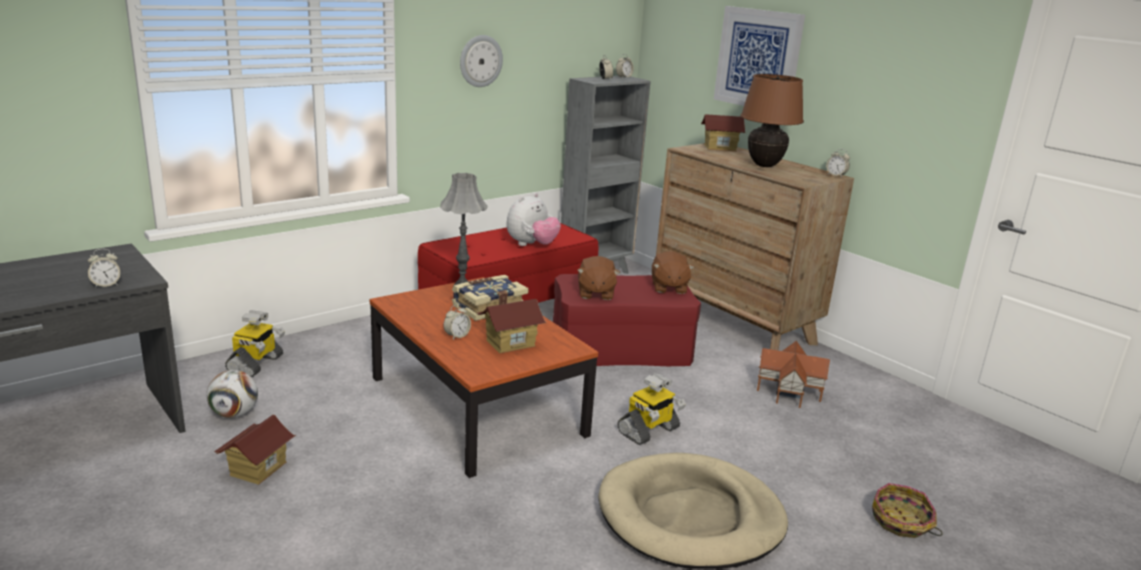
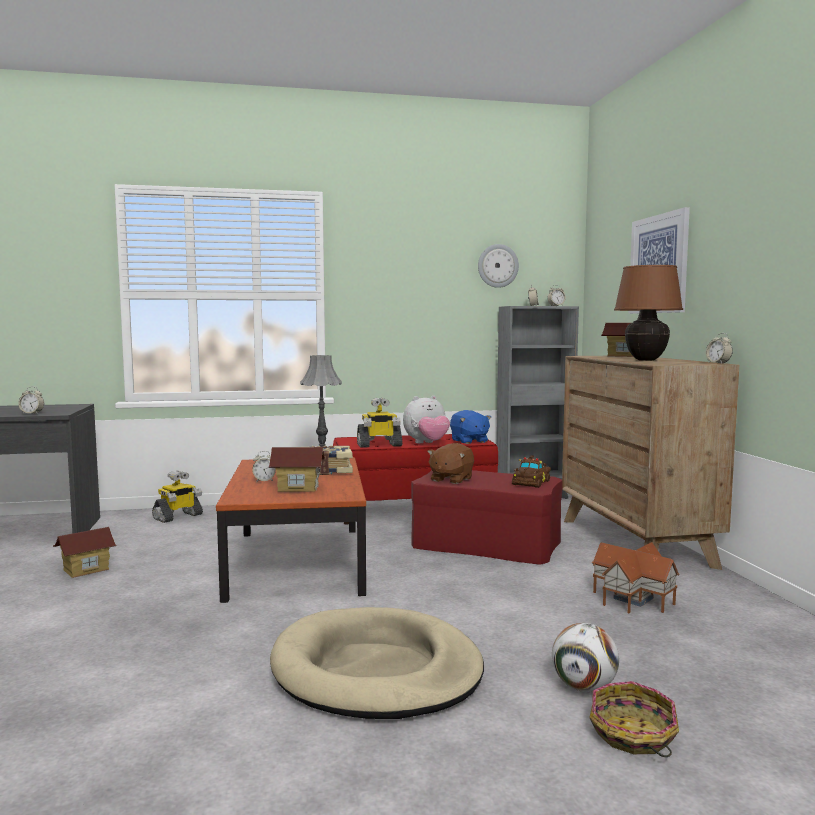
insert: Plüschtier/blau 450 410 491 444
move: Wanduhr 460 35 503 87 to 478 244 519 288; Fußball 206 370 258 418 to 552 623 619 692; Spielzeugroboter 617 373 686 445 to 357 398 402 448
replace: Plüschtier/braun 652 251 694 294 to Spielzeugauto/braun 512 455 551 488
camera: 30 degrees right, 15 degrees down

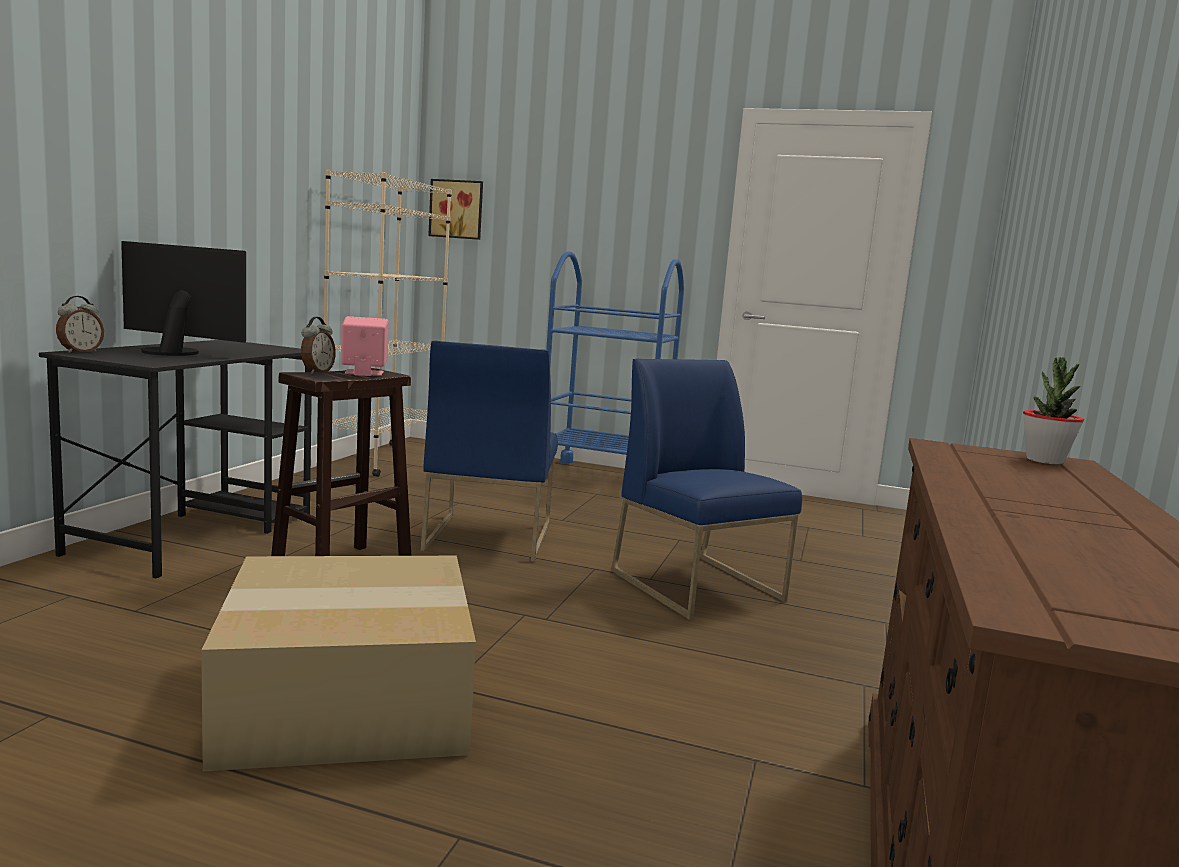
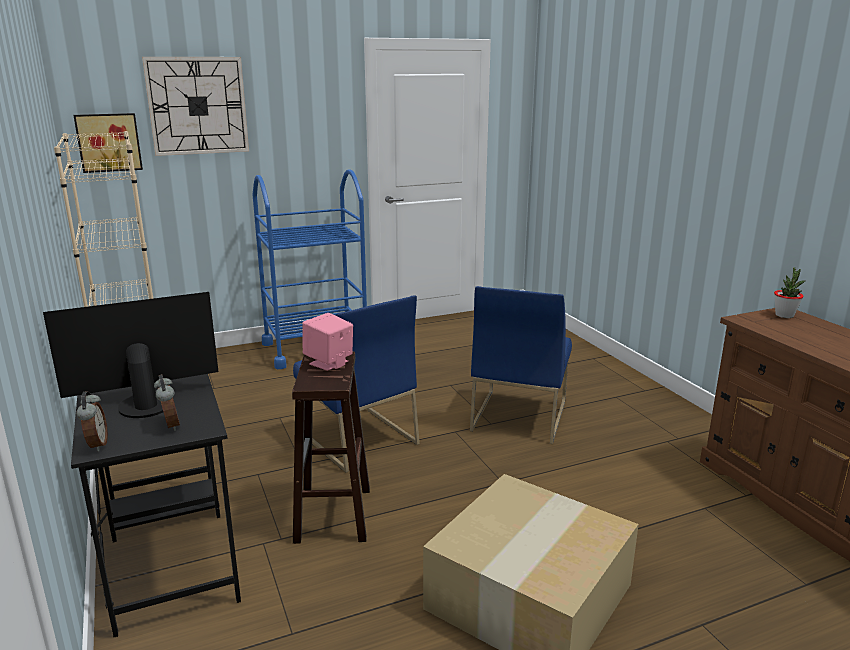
insert: Wanduhr 142 57 249 156
move: Wecker 301 317 336 374 to 154 374 180 431
rotate: Stuhl/blau 611 359 802 620 = 470 286 572 444 90 degrees counterclockwise
camera: 40 degrees left, 10 degrees up

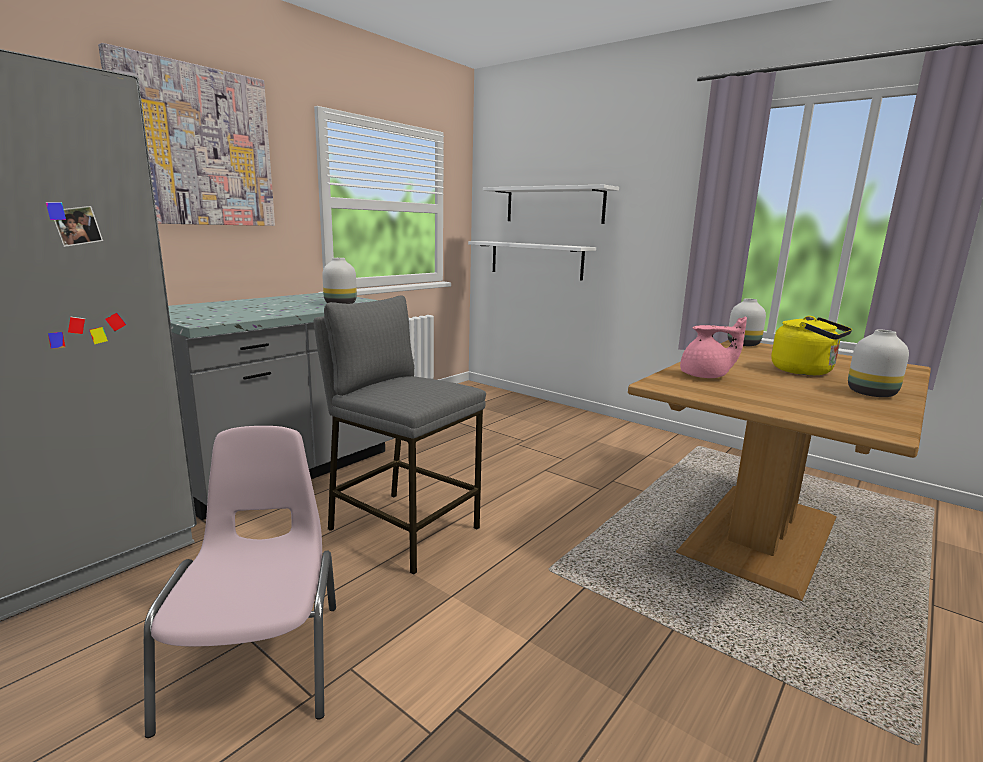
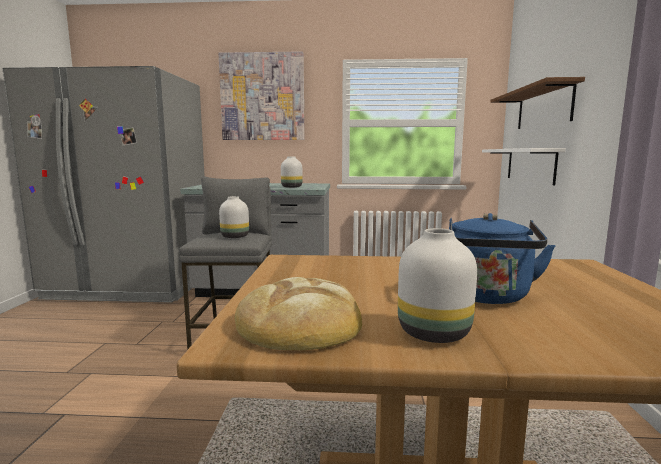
delete: Teekanne/rosa 680 317 747 378; Stuhl/rosa 144 426 336 738
insert: Brot 235 277 362 350
move: Vase/weiß 728 298 766 346 to 219 196 249 238
recolor: Wandregal/weiß 483 185 619 224 to Wandregal/braun 490 77 585 129; Wasserkessel/gelb 771 316 852 375 to Wasserkessel/blau 449 213 555 304
camera: 55 degrees right, 5 degrees down

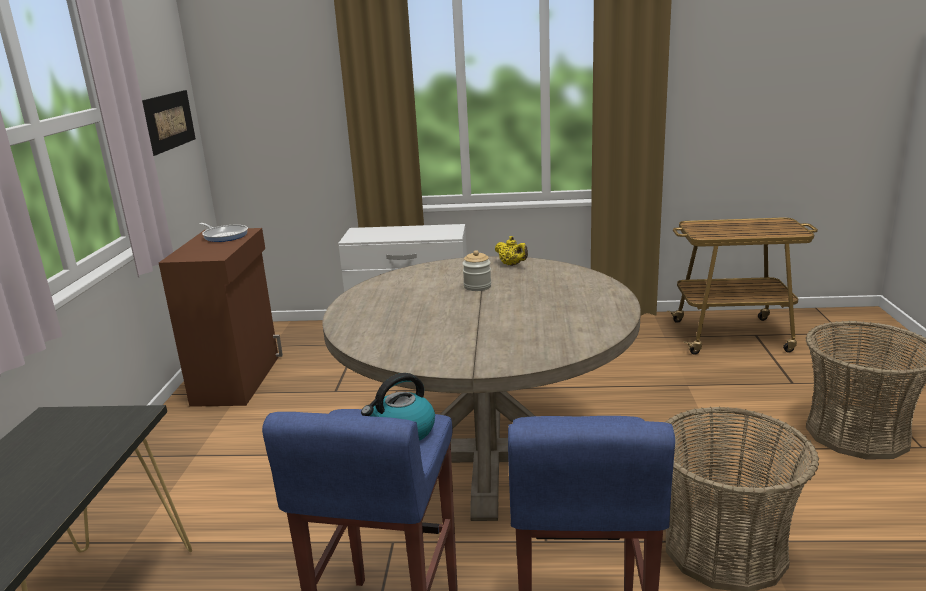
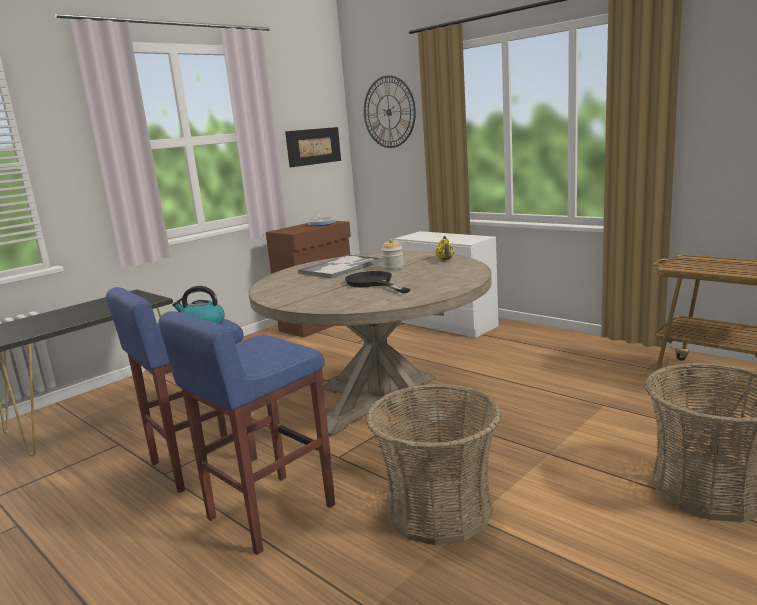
insert: Wanduhr 364 75 416 148; Tablett 298 254 382 279; Pfanne/schwarz 345 271 410 294
camera: 40 degrees right, 5 degrees down

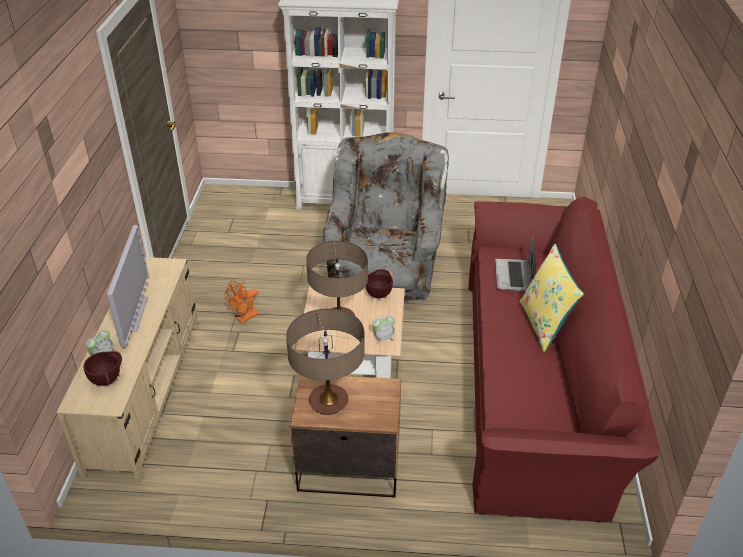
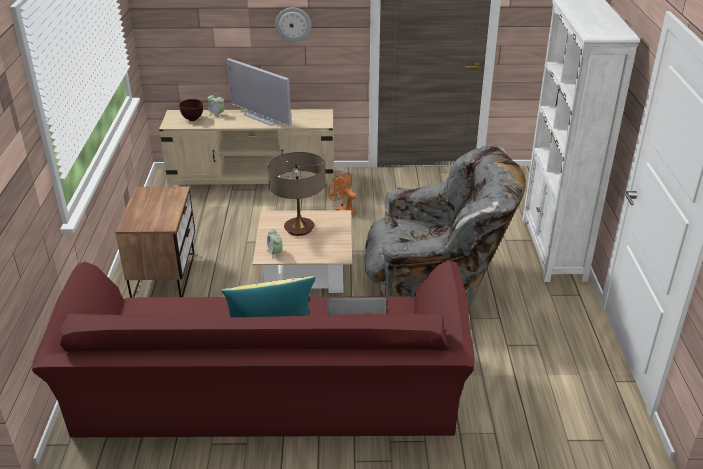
delete: Schüssel/braun 366 269 393 299; Tischlampe 286 308 365 415
insert: Wanduhr 275 7 311 42
rotate: Fernseher 106 225 149 347 = 227 58 291 126 45 degrees clockwise
camera: 85 degrees right, 5 degrees down

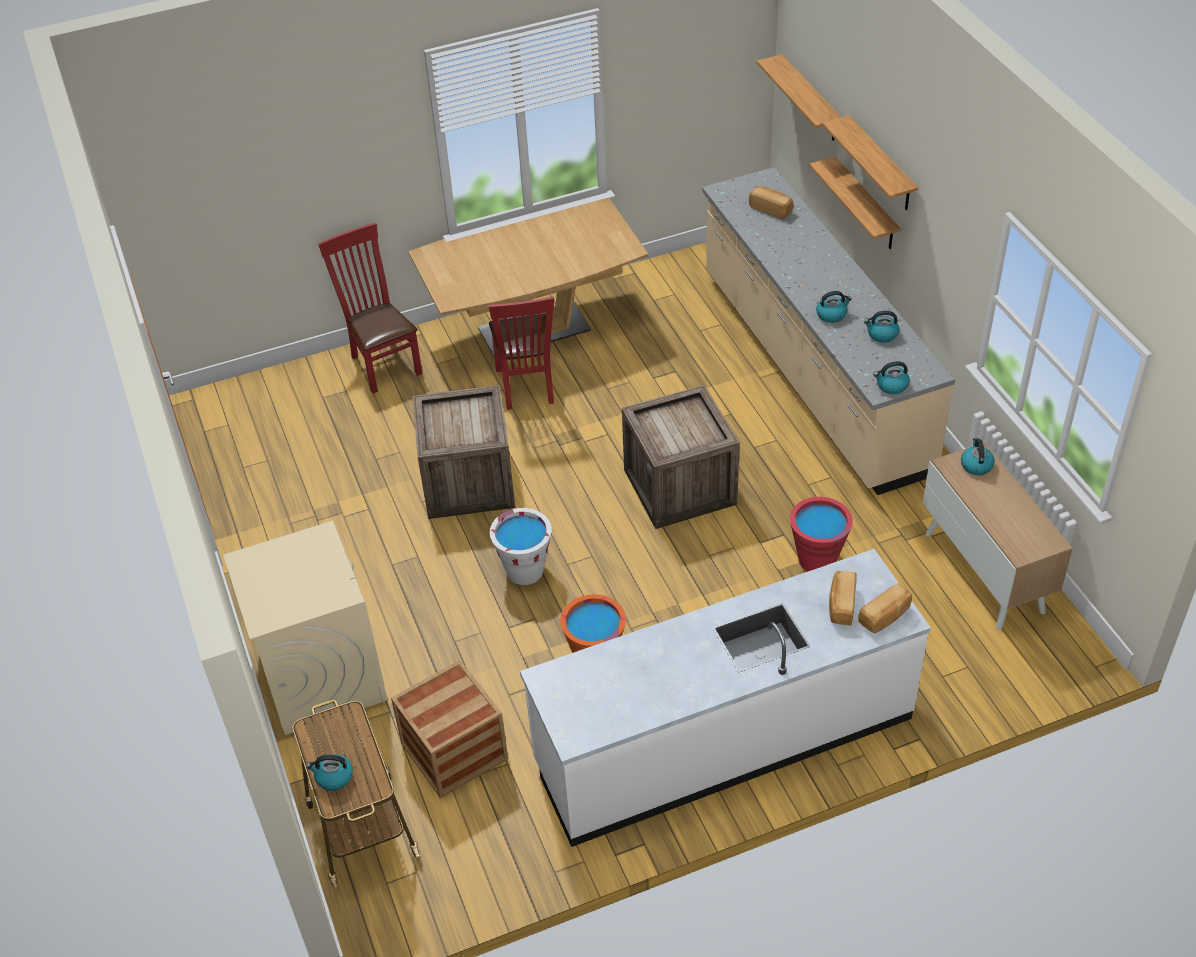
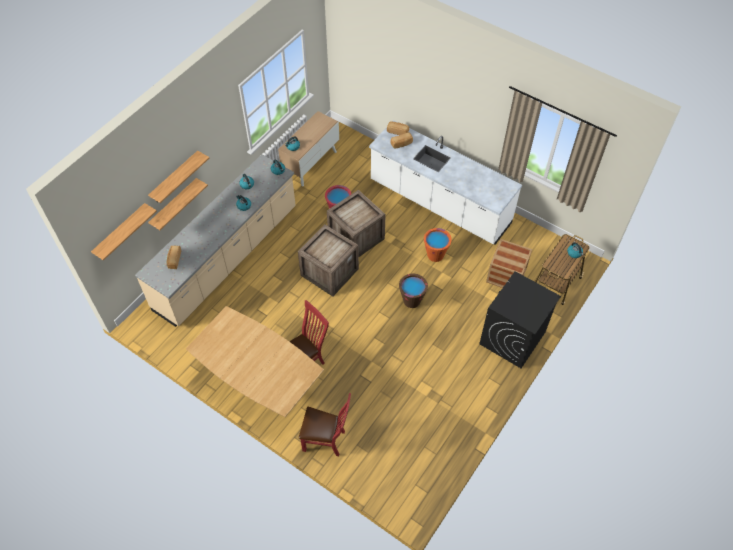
move: Kiste 412 385 515 519 to 327 190 386 257
recolor: Eimer/weiß 490 508 552 585 to Eimer/braun 399 274 428 308; Waschmaschine/beige 223 521 388 735 to Waschmaschine/schwarz 479 271 561 368
rotate: Stuhl/rot 318 223 423 394 = 299 393 351 456 105 degrees counterclockwise
camera: 125 degrees left, 10 degrees up

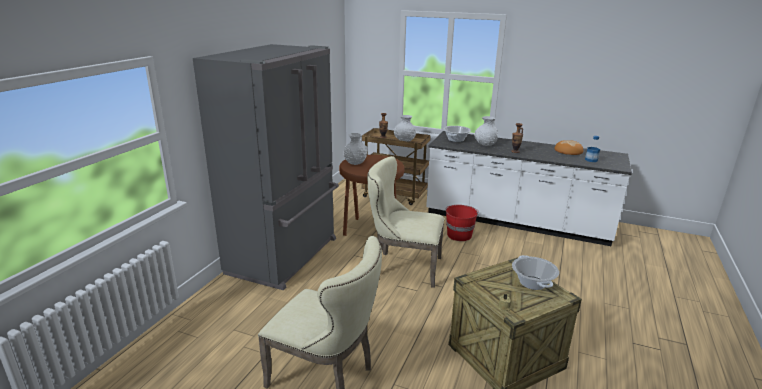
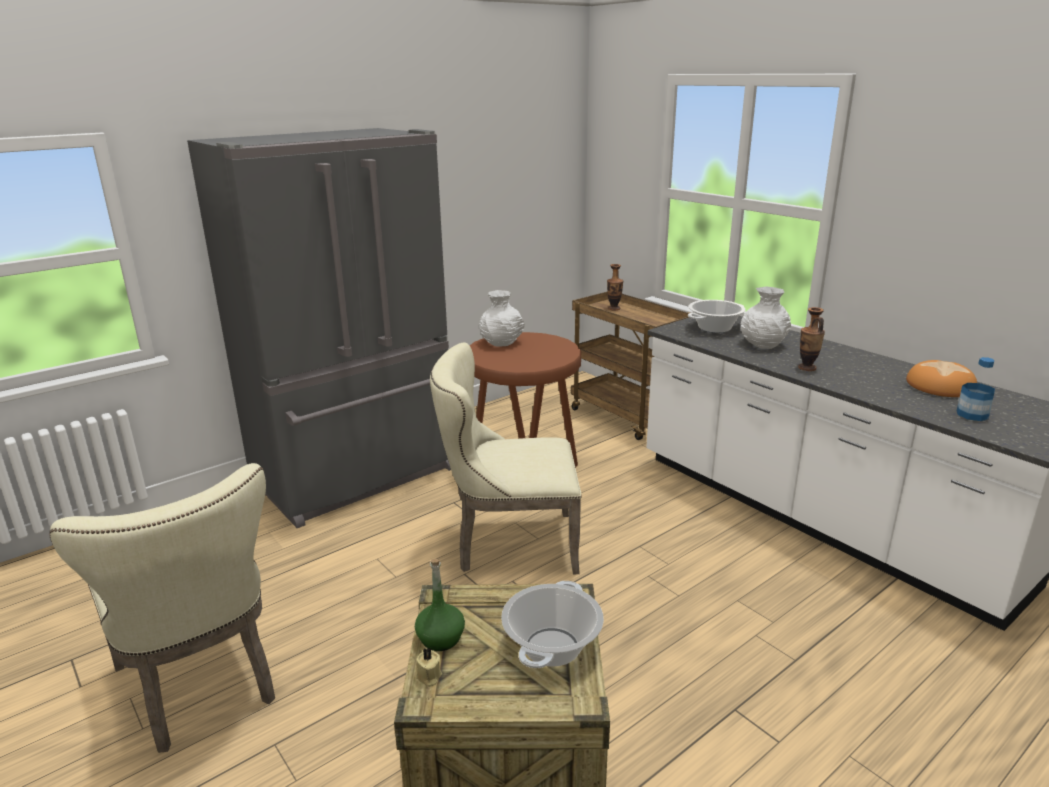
delete: Vase/weiß 394 115 416 142; Eimer/rot 446 205 478 241
insert: Flasche/grün 415 559 465 651
rotate: Stuhl/beige 367 156 445 288 = 430 343 582 574 45 degrees counterclockwise
camera: 30 degrees right, 0 degrees up

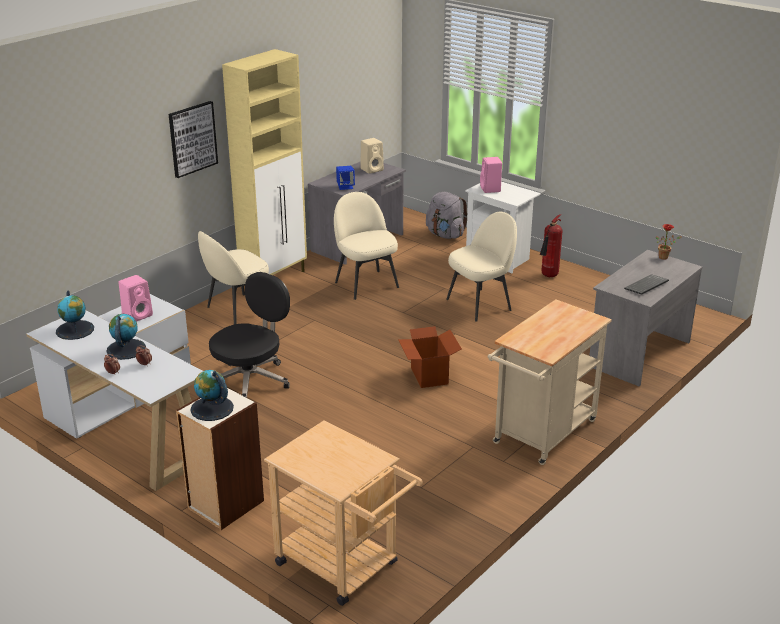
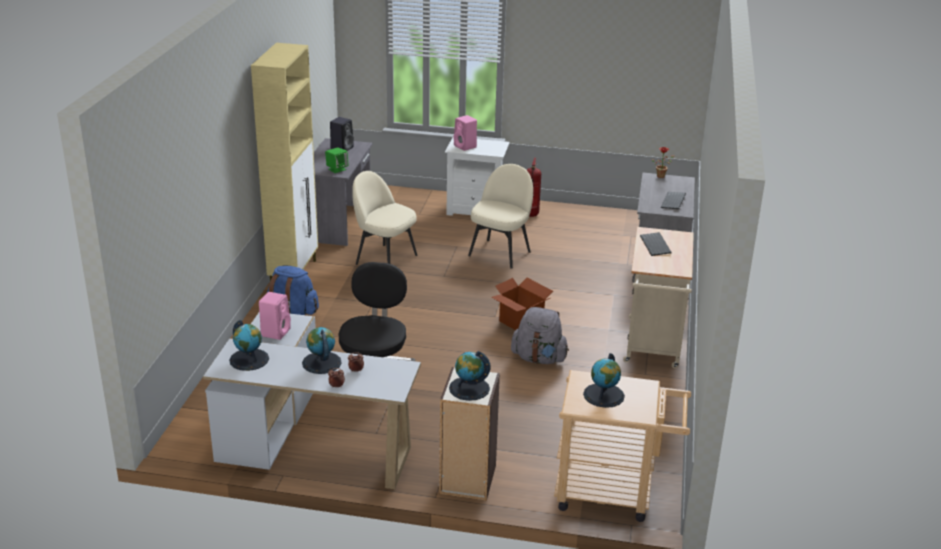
delete: Bild 169 101 218 178
insert: Tastatur 640 232 671 256; Globus 583 353 625 408
move: Rucksack/grau 426 192 468 239 to 511 307 569 364
replace: Stuhl/beige 198 231 269 324 to Rucksack/blau 267 265 319 315
recolor: Lautsprecher/beige 360 138 384 174 to Lautsprecher/schwarz 330 117 354 151; Lautsprecher/blau 336 166 355 190 to Lautsprecher/grün 325 148 349 173
camera: 30 degrees left, 0 degrees up

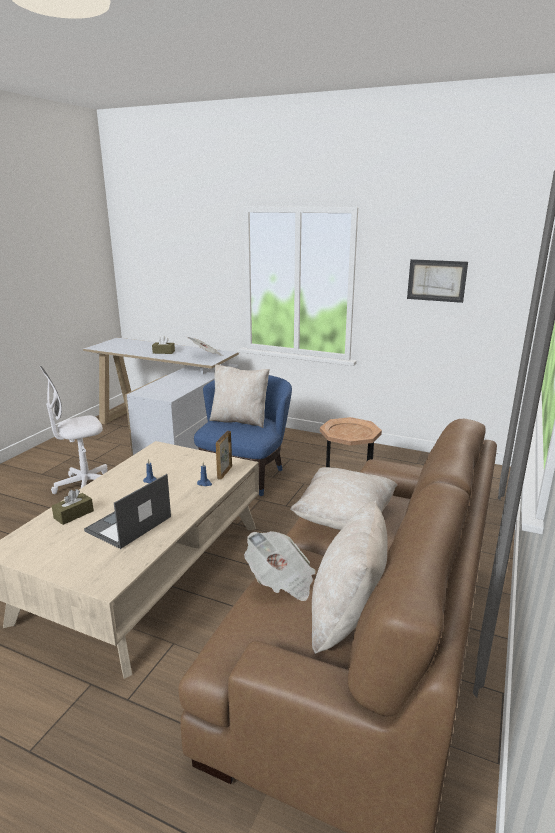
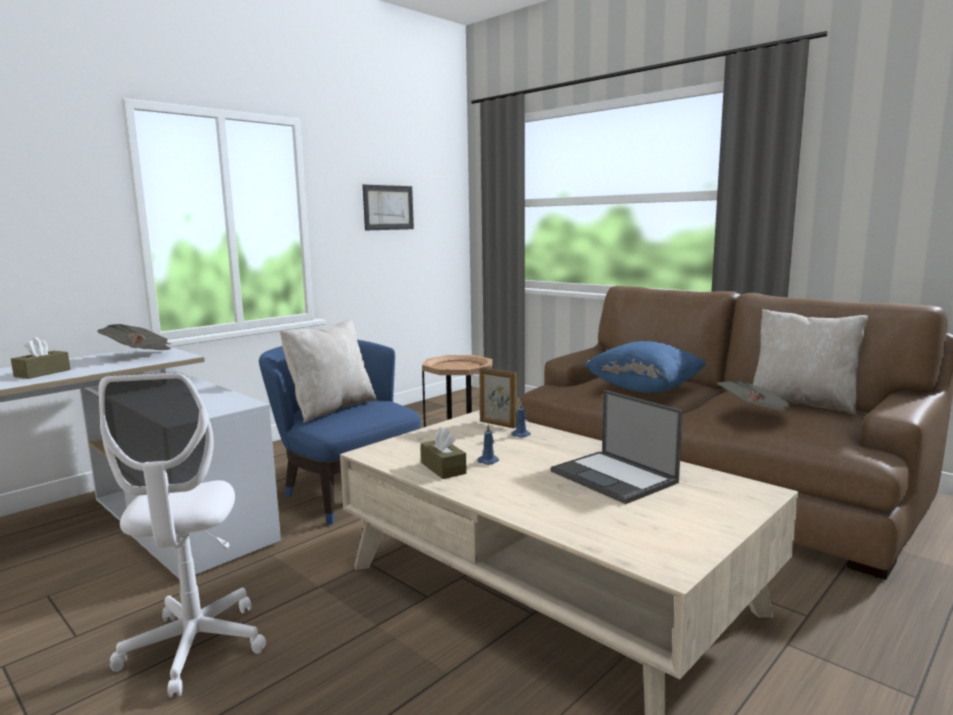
move: Taschentuchbox/braun 52 489 94 525 to 421 427 467 479
recolor: Kissen/beige 290 467 398 530 to Kissen/blau 584 341 706 393
camera: 70 degrees left, 10 degrees down

